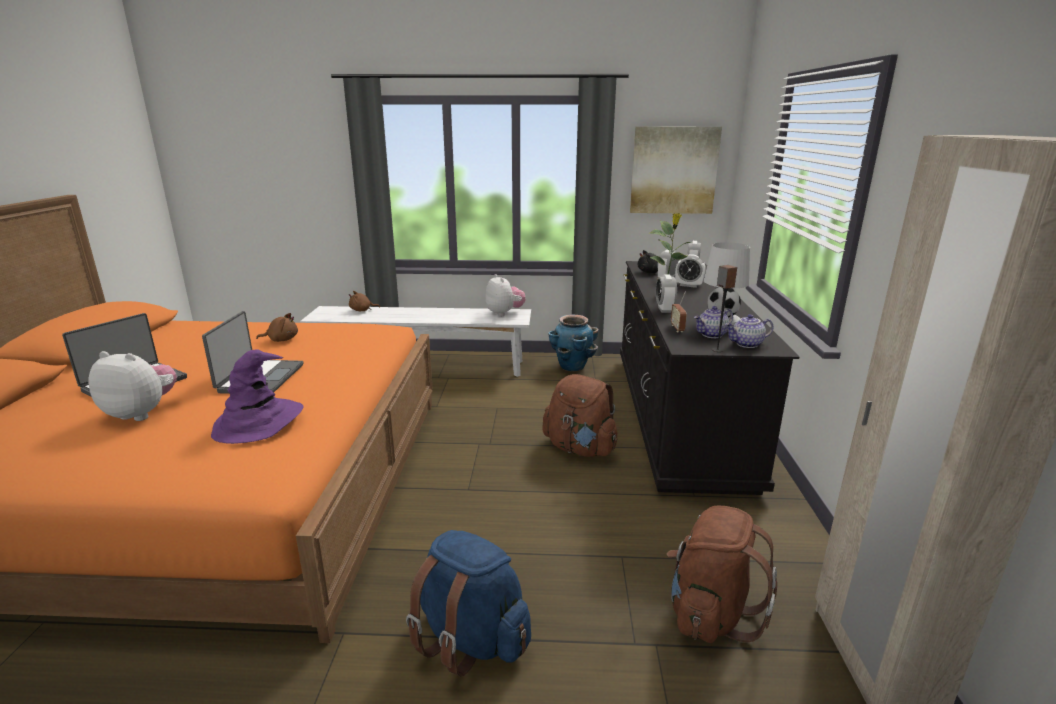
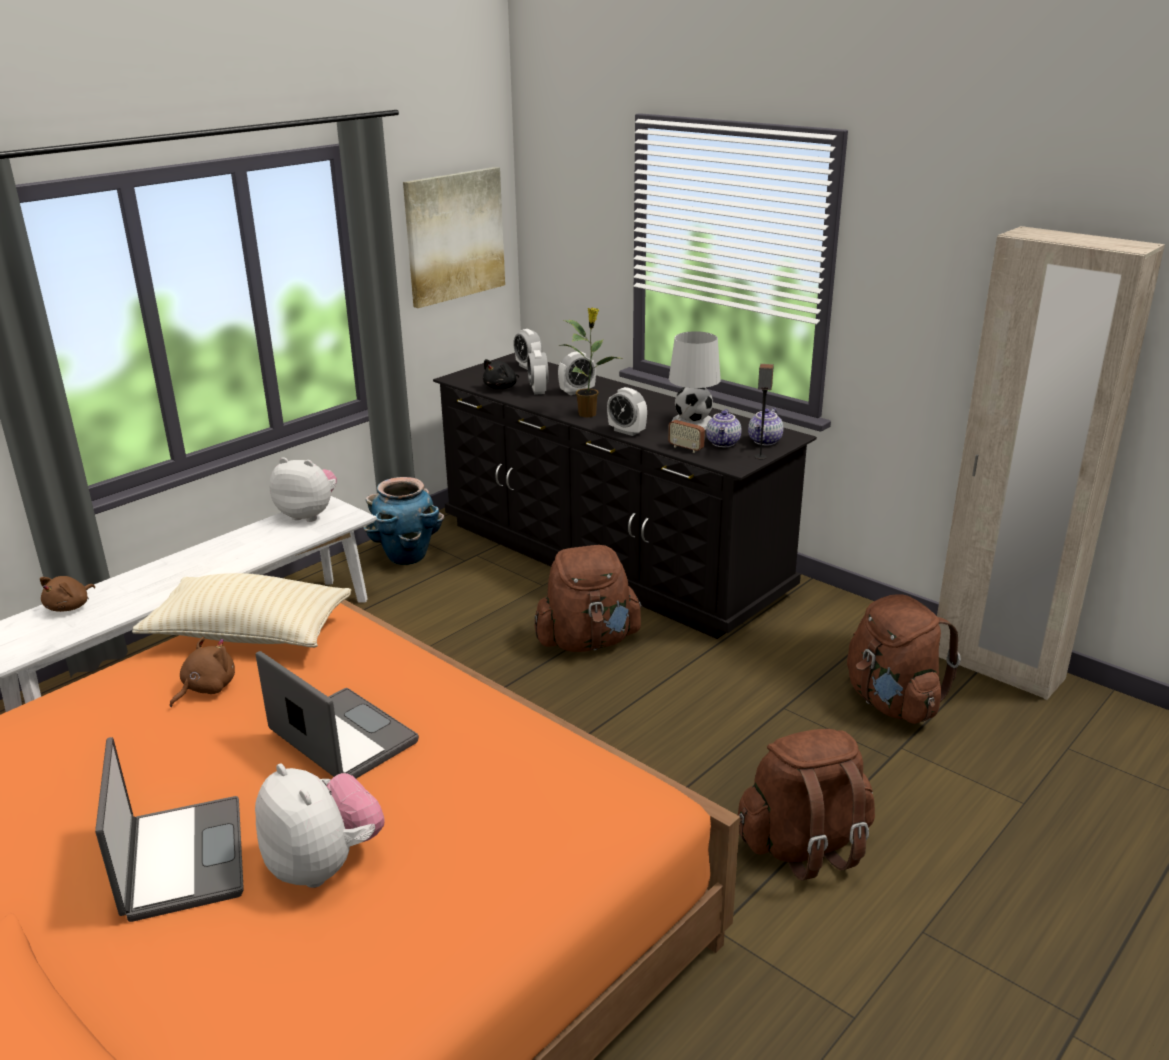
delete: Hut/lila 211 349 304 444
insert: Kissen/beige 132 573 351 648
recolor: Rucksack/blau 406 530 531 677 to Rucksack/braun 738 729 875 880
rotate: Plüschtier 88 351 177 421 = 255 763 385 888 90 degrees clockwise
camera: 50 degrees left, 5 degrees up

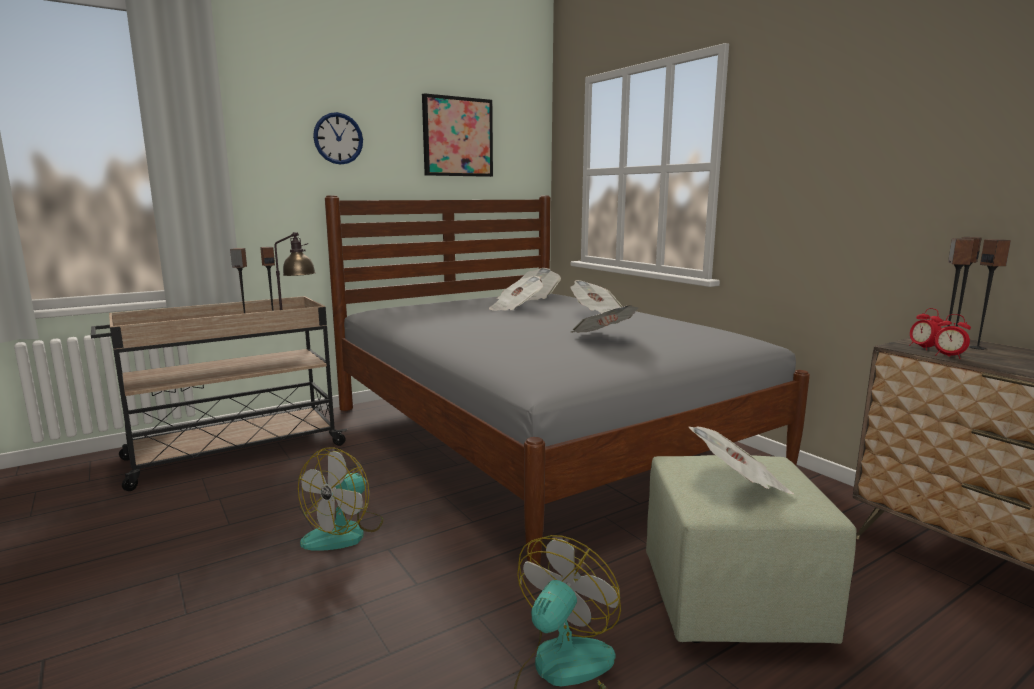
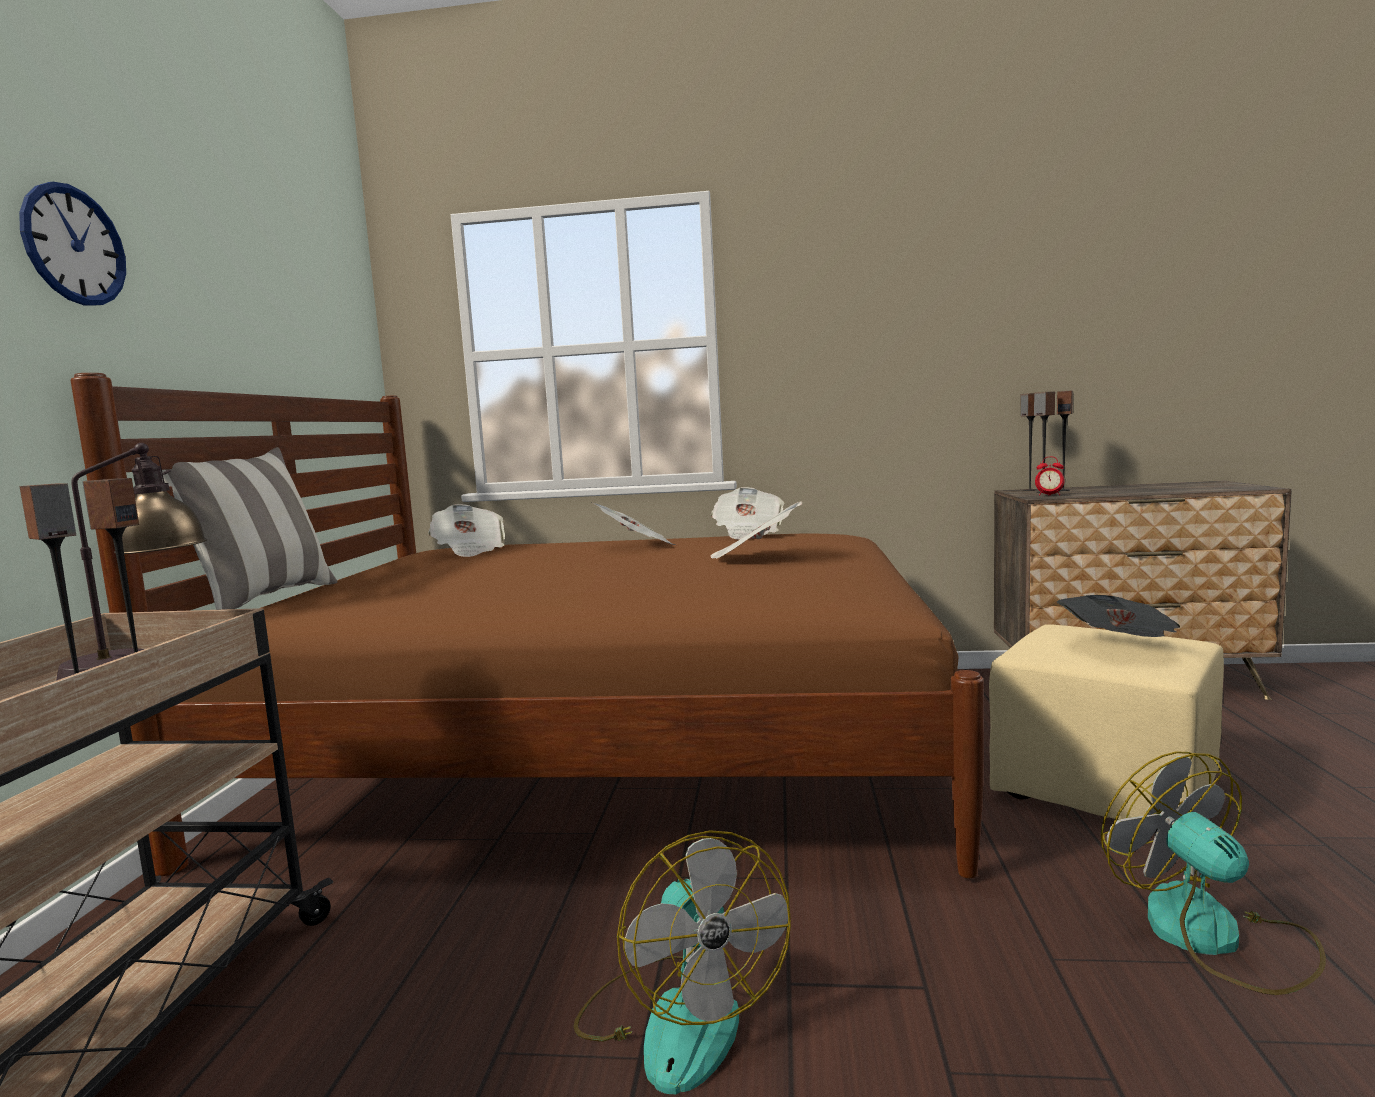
delete: Bild 422 93 493 177; Wecker 934 314 971 359
insert: Kissen 162 447 337 610
move: Zeitung 489 276 543 311 to 711 487 784 540
recolor: Bett/grau 325 195 810 565 to Bett/braun 71 373 984 879; Polsterhocker/grün 646 455 857 644 to Polsterhocker/beige 989 624 1224 833
camera: 50 degrees left, 5 degrees down

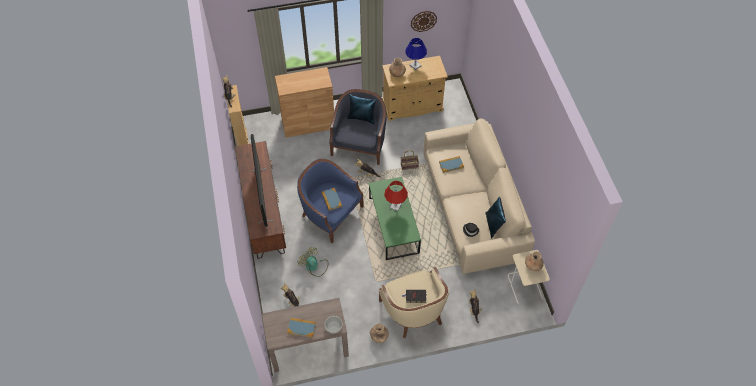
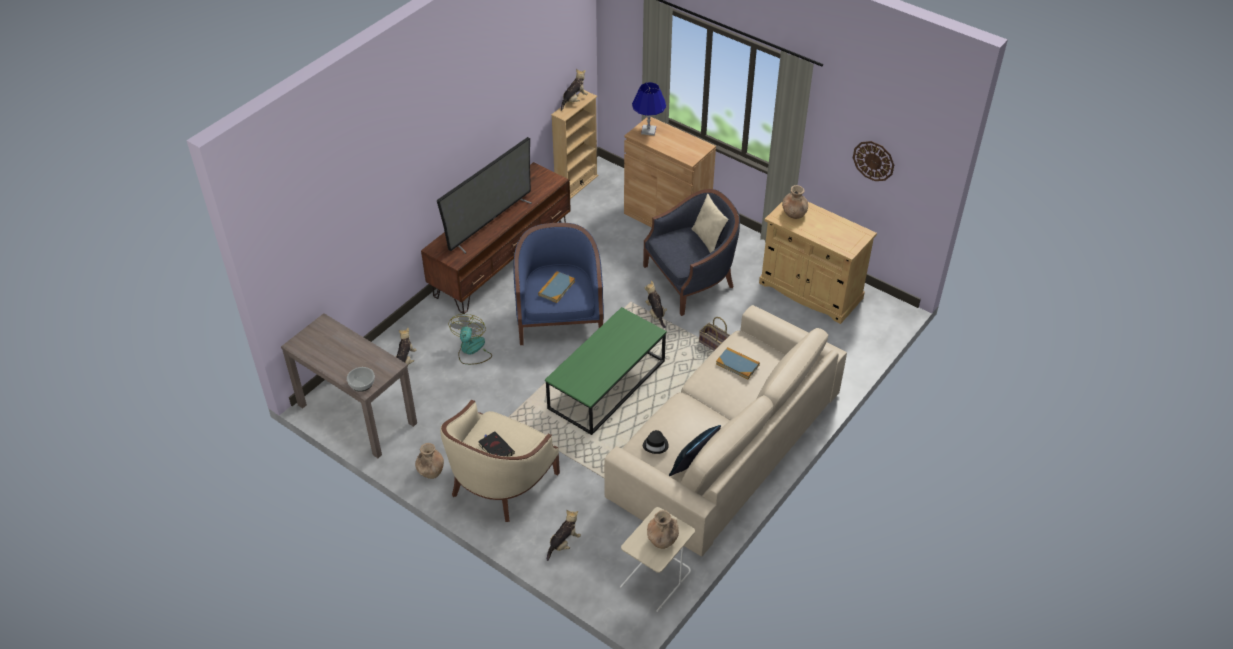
delete: Tischlampe/rot 384 181 408 211; Buch 287 318 316 338
move: Tischlampe/blau 405 38 427 70 to 632 82 666 136
recolor: Kissen/blau 347 94 376 124 to Kissen/beige 692 194 729 253
camera: 50 degrees right, 10 degrees down

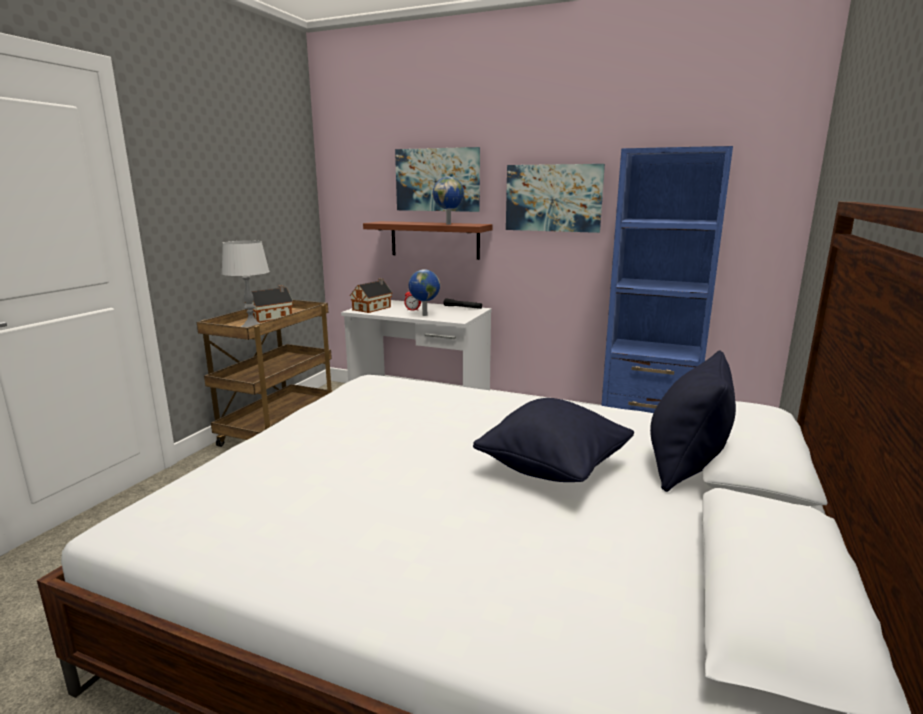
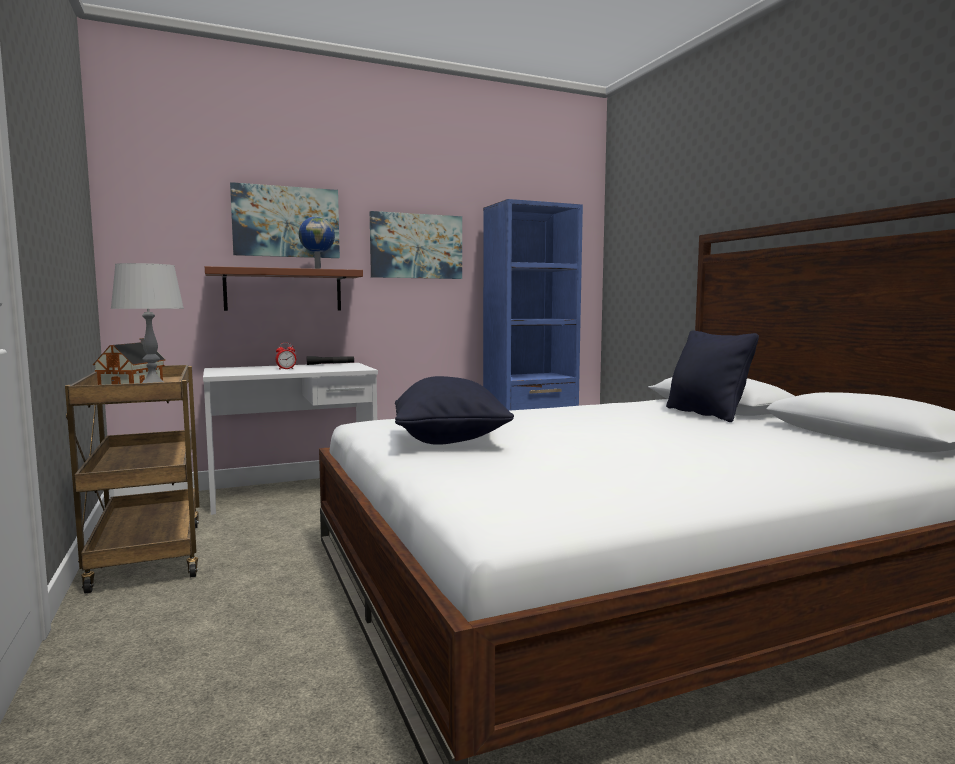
delete: Globus 409 269 440 316; Spielzeughaus 350 278 393 313
move: Kissen/schwarz 473 398 634 482 to 395 376 514 445
camera: 45 degrees left, 10 degrees down

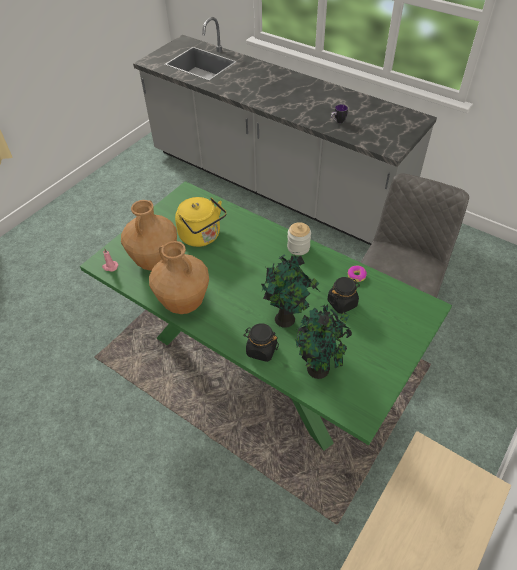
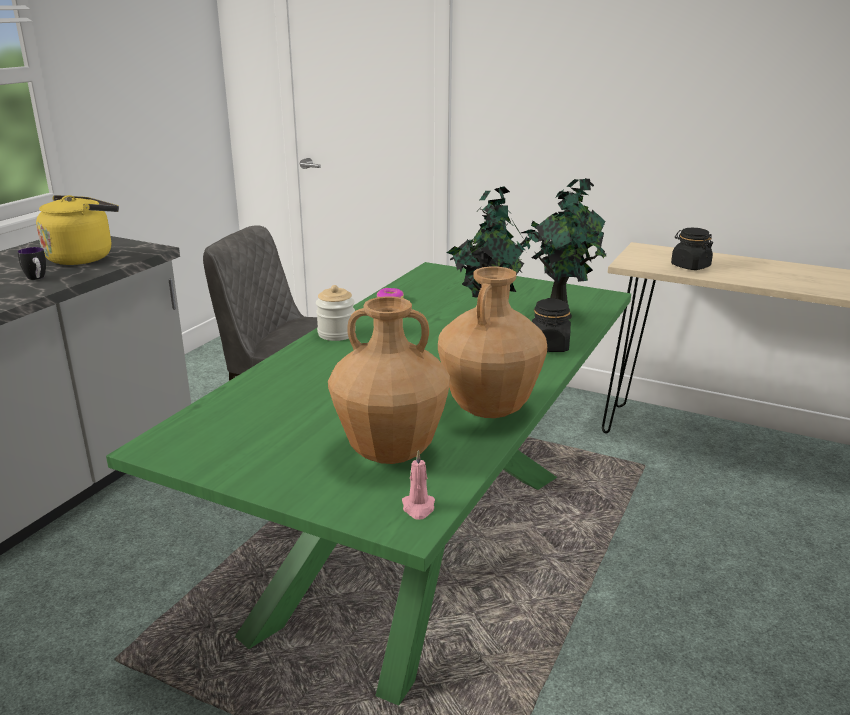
move: Wasserkessel/gelb 175 197 227 247 to 36 195 119 265; Vorratsglas/schwarz 327 277 360 314 to 671 228 713 270
camera: 100 degrees left, 25 degrees down

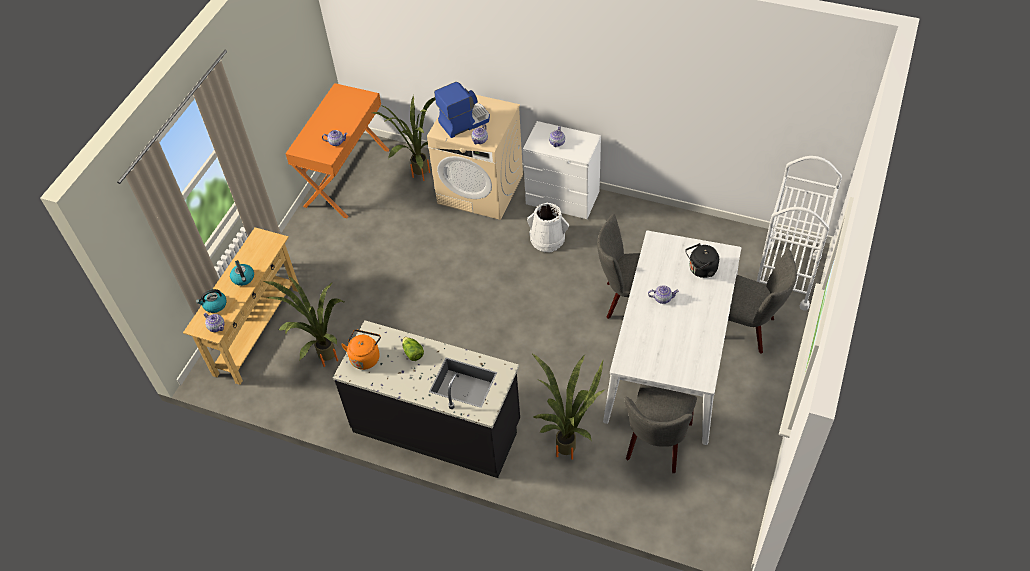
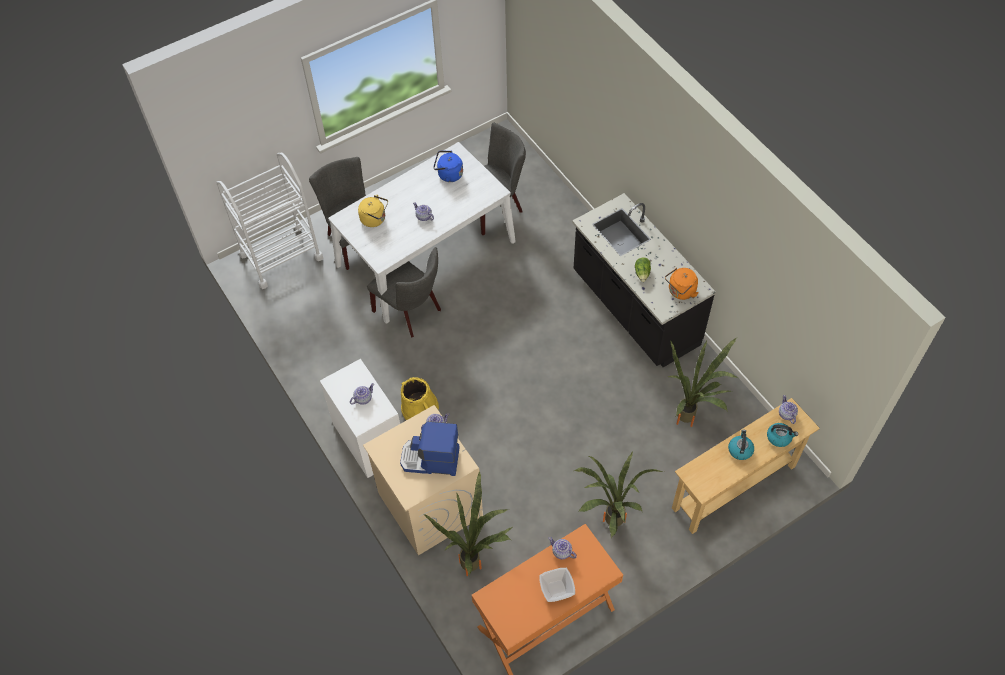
insert: Wasserkessel/blau 433 151 463 182; Schüssel 539 568 575 602
move: Topfpflanze 532 354 604 460 to 574 451 664 538
recolor: Eimer/weiß 527 202 569 252 to Eimer/gelb 401 377 439 420; Wasserkessel/schwarz 685 243 719 278 to Wasserkessel/gelb 358 195 388 227
camera: 145 degrees left, 5 degrees up

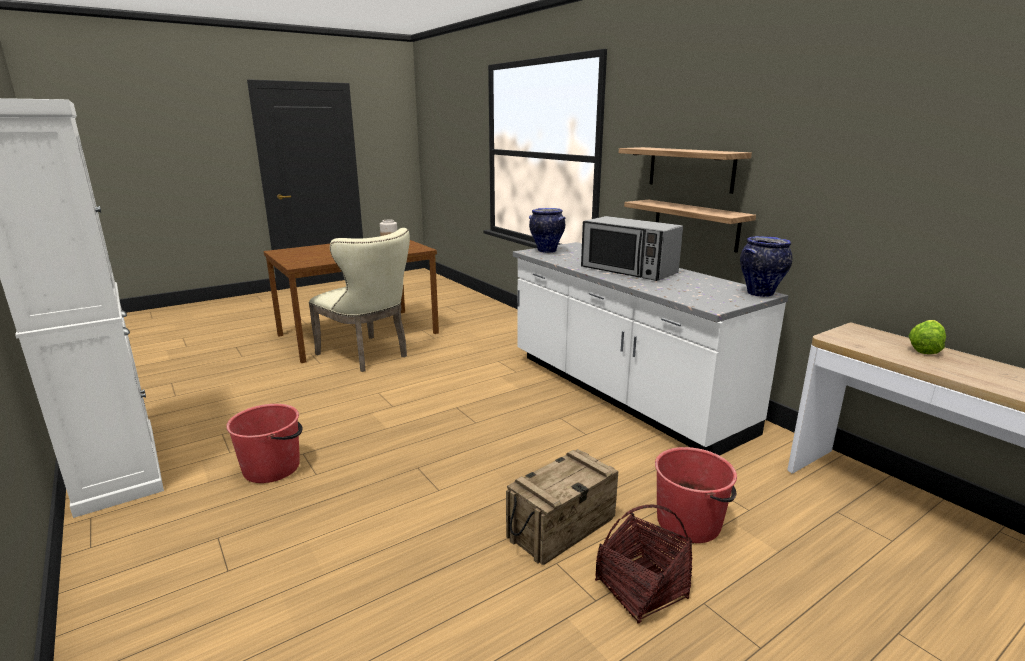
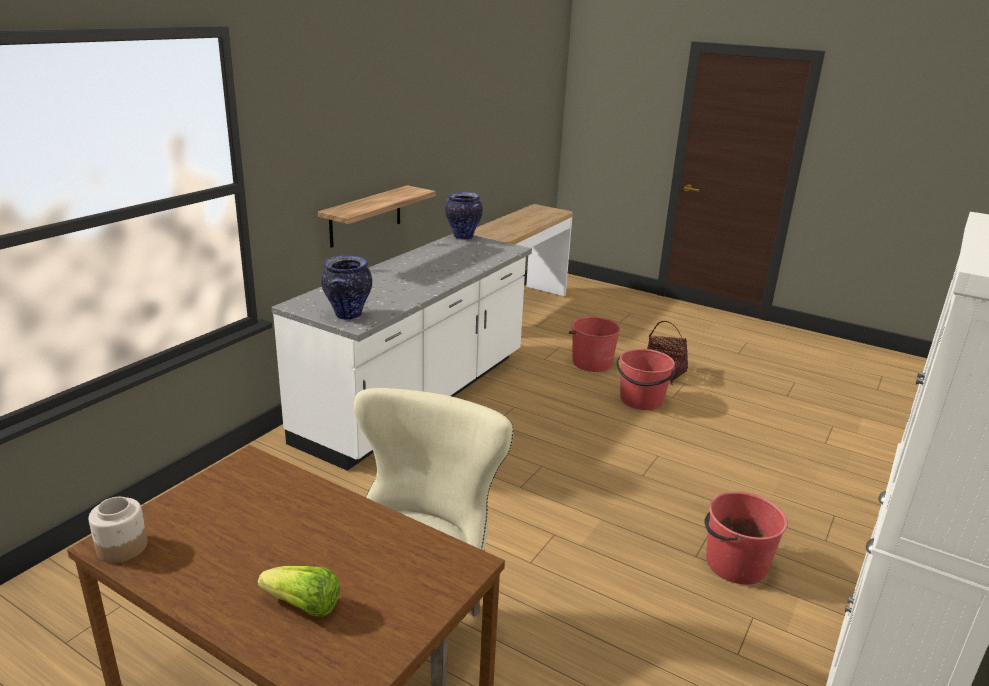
delete: Wandregal 619 147 752 194; Mikrowelle 581 216 683 281
move: Salatkopf 909 320 946 354 to 258 566 340 617
replace: Kiste 506 449 618 565 to Eimer/rot 617 349 676 410
camera: 115 degrees left, 5 degrees up

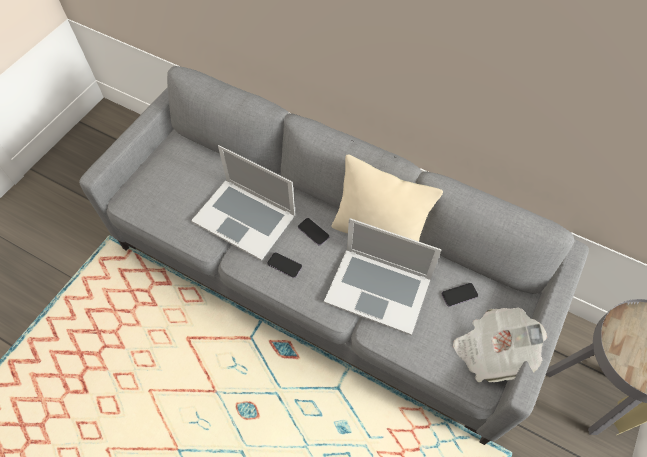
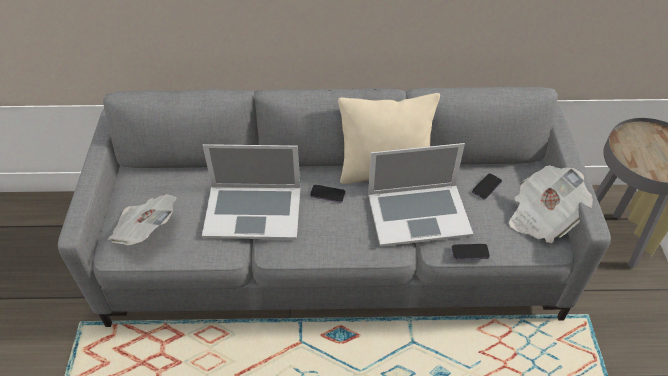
insert: Zeitung 108 194 177 245
move: Handy 267 252 302 278 to 452 244 490 260
camera: 30 degrees left, 10 degrees down

